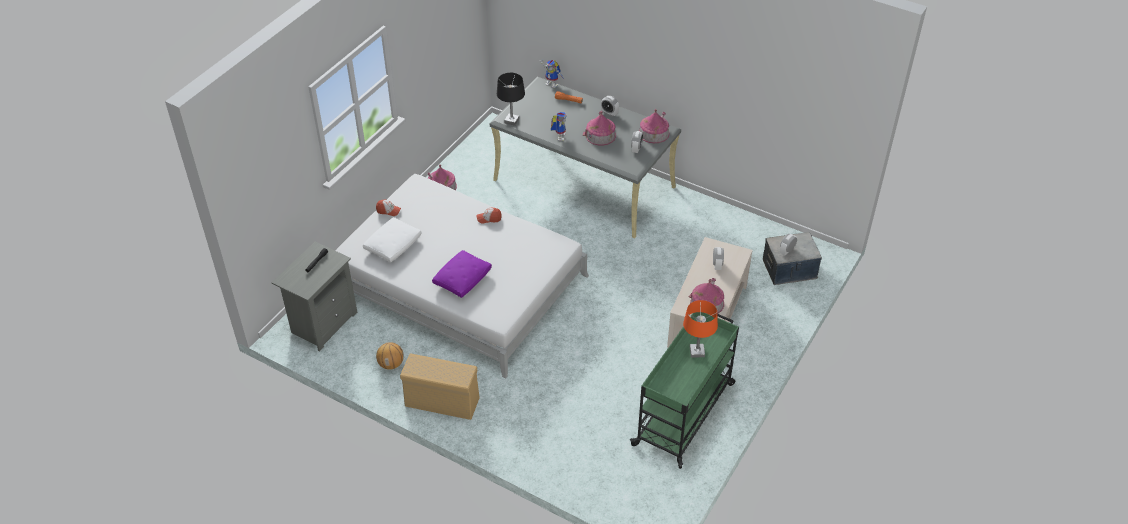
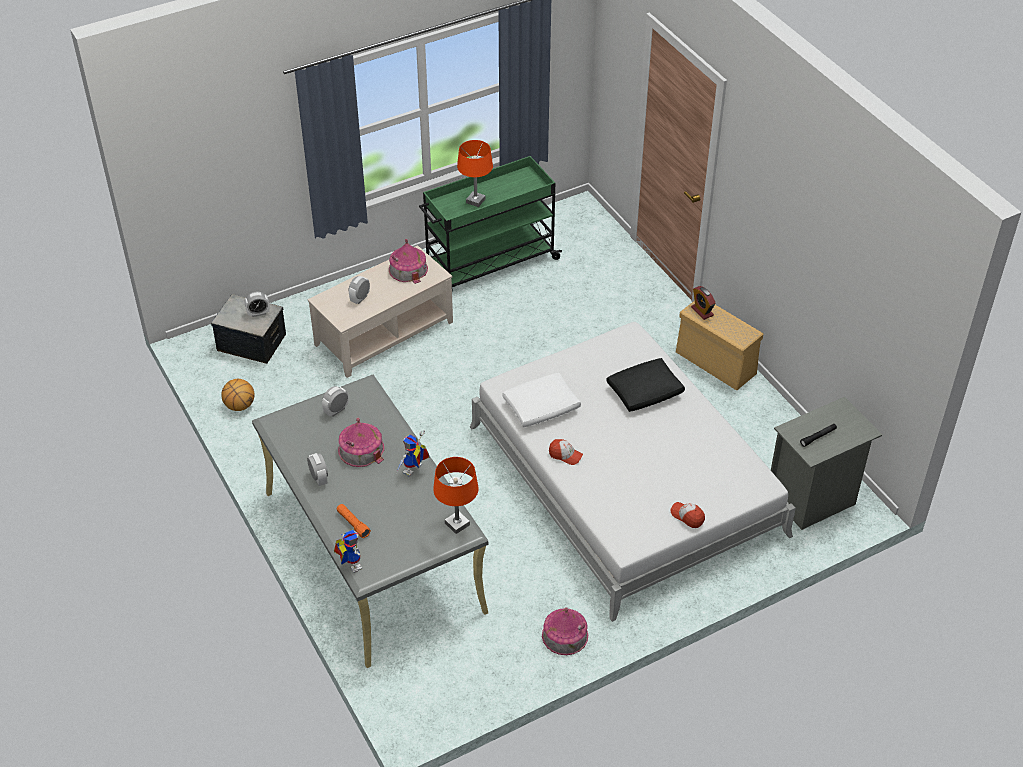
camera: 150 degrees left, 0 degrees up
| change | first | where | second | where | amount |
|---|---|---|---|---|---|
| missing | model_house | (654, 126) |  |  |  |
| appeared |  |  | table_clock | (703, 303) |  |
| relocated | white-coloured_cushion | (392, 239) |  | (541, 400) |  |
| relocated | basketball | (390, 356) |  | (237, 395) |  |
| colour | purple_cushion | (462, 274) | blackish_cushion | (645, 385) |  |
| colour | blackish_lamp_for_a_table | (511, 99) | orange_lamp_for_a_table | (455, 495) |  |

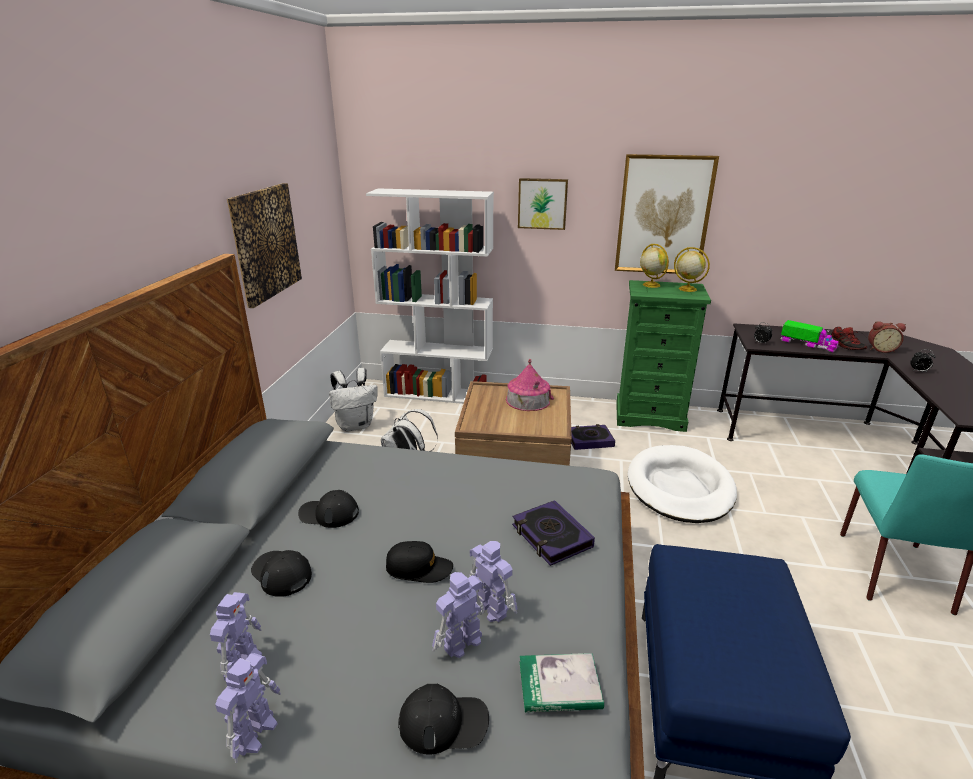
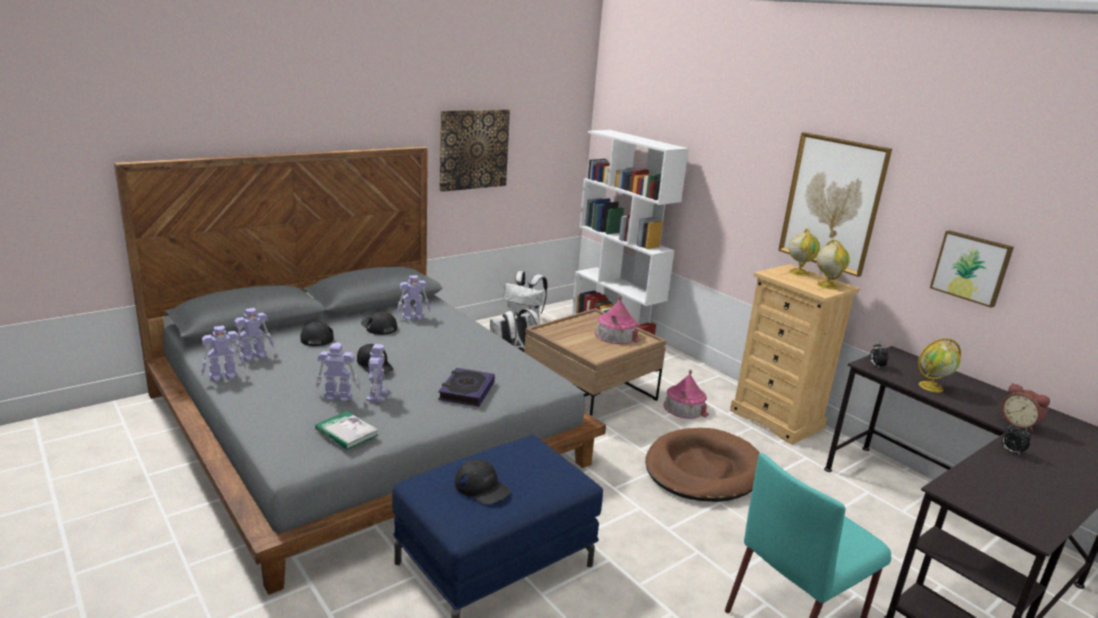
camera: 40 degrees right, 5 degrees down
| change | first | where | second | where | amount |
|---|---|---|---|---|---|
| missing | shoe | (849, 338) |  |  |  |
| appeared |  |  | robot_figure | (414, 297) |  |
| relocated | blackish_cap | (443, 719) |  | (483, 482) |  |
| relocated | picture | (543, 204) |  | (972, 269) |  |
| exchanged | volume | (593, 437) | model_house | (686, 394) |  |
| exchanged | toy_truck | (809, 336) | world_globe | (939, 365) |  |
| colour | green_dresser | (663, 356) | sand-coloured_dresser | (795, 354) |  |
| colour | white-coloured_dog_bed | (682, 484) | brown_dog_bed | (702, 465) |  |

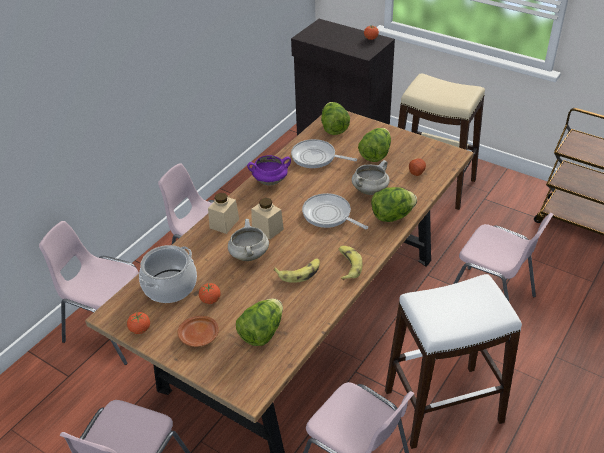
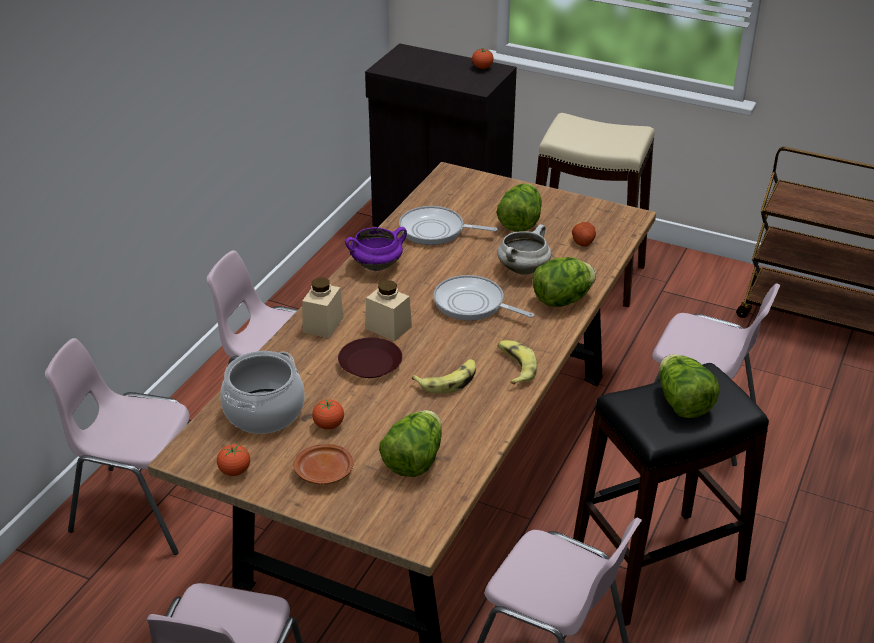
camera: 10 degrees left, 5 degrees down
| change | first | where | second | where | amount |
|---|---|---|---|---|---|
| relocated | lettuce | (335, 118) |  | (689, 386) |  |
| exchanged | white-coloured_stockpot | (248, 240) | brown_flat_dish | (370, 357) |  |
| colour | white-coloured_stool_seat | (453, 361) | blackish_stool_seat | (671, 494) |  |

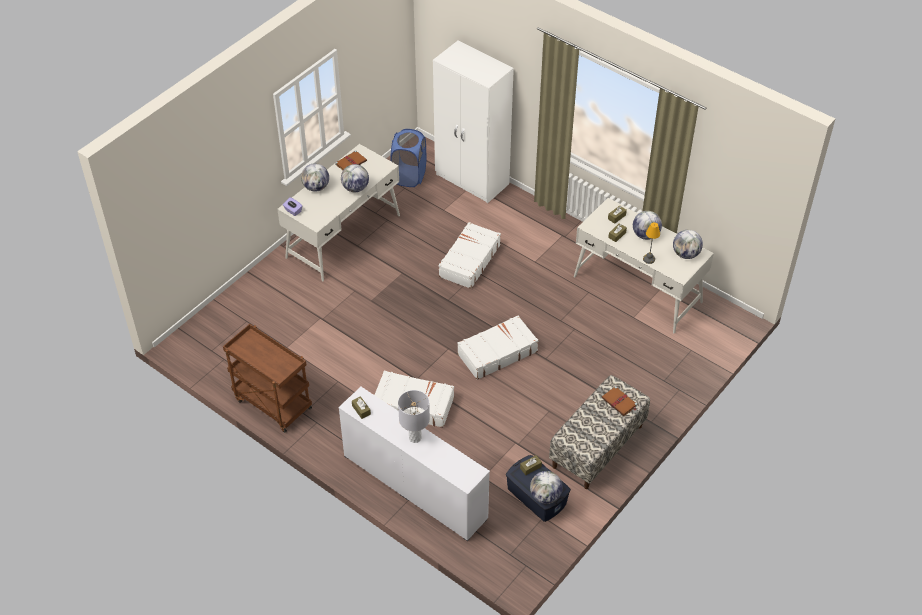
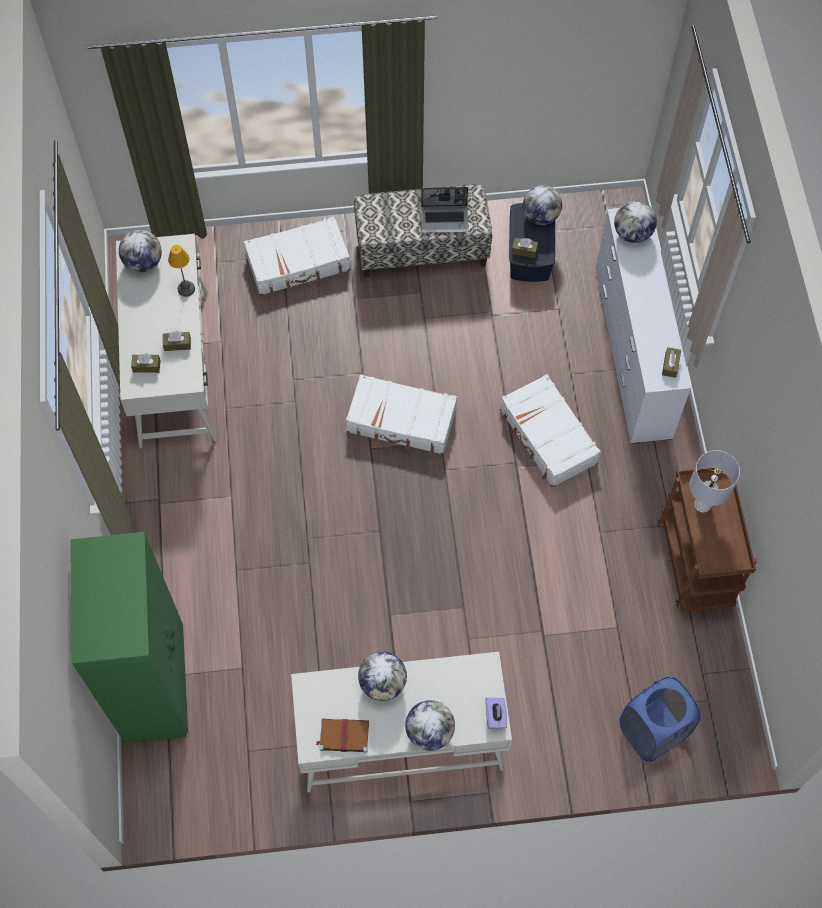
camera: 135 degrees left, 15 degrees up
| change | first | where | second | where | amount |
|---|---|---|---|---|---|
| missing | brown_volume | (619, 401) |  |  |  |
| appeared |  |  | notebook_computer | (445, 210) |  |
| relocated | bluish_hamper | (408, 158) |  | (660, 719) |  |
| relocated | grey_lamp_for_a_table | (414, 416) |  | (714, 481) |  |
| relocated | white-coloured_travel_case | (470, 255) |  | (297, 256) |  |
| relocated | world_globe | (647, 225) |  | (635, 222) |  |
| colour | white-coloured_wardrobe | (473, 122) | green_wardrobe | (129, 637) |  |

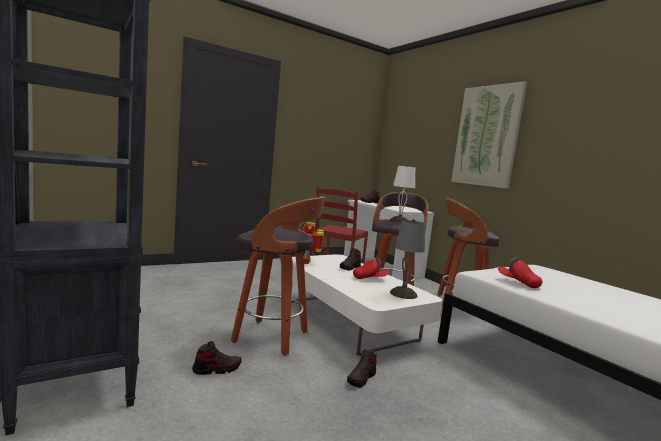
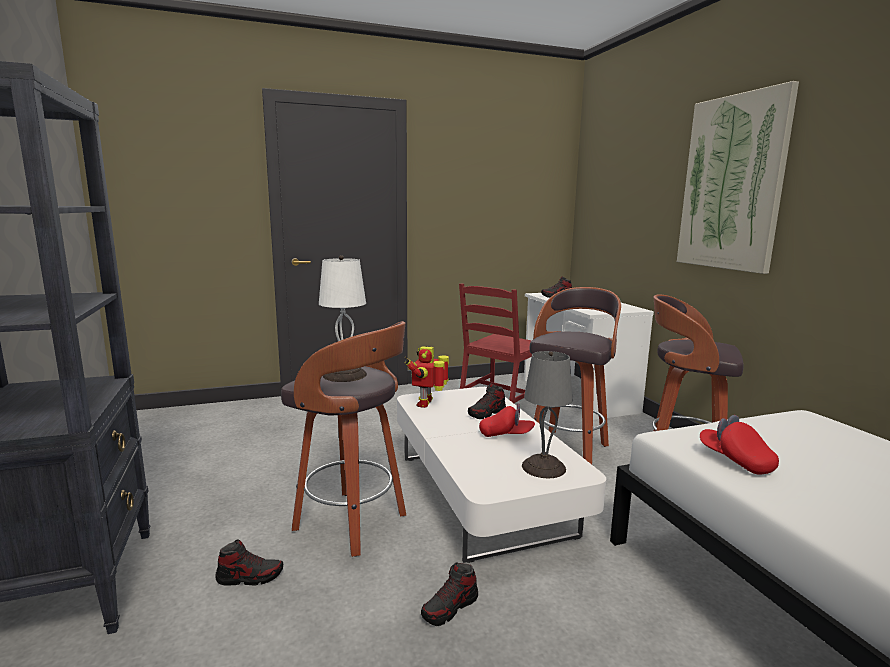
camera: 15 degrees right, 5 degrees up
| change | first | where | second | where | amount |
|---|---|---|---|---|---|
| relocated | white-coloured_lamp_for_a_table | (402, 193) |  | (343, 318) |  |

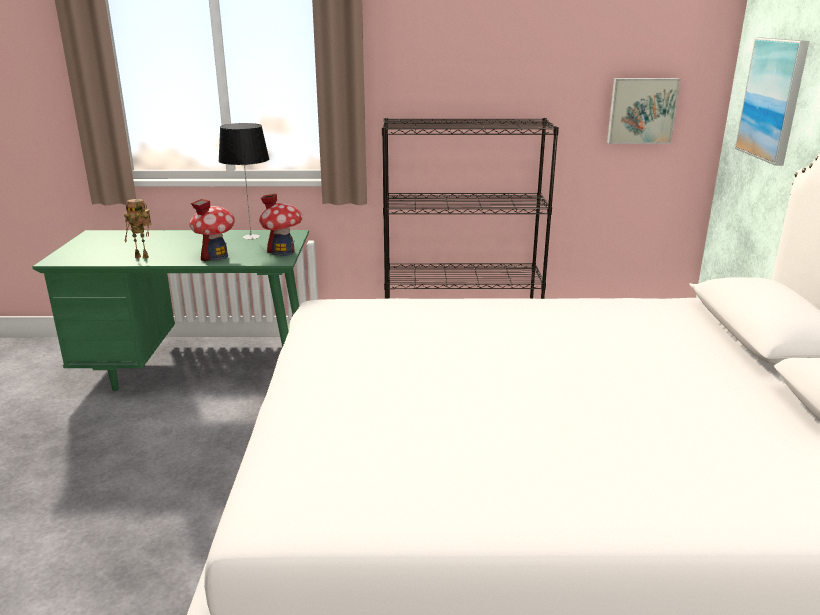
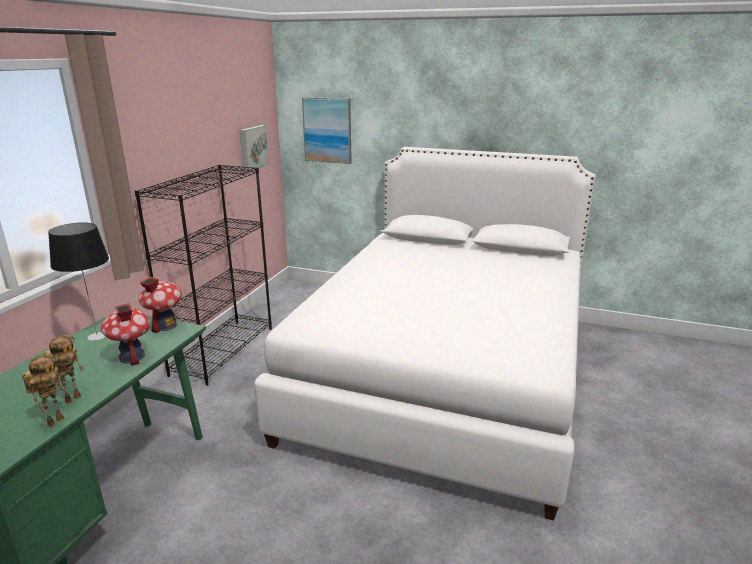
camera: 70 degrees left, 0 degrees up
| change | first | where | second | where | amount |
|---|---|---|---|---|---|
| appeared |  |  | robot_figure | (44, 390) |  |

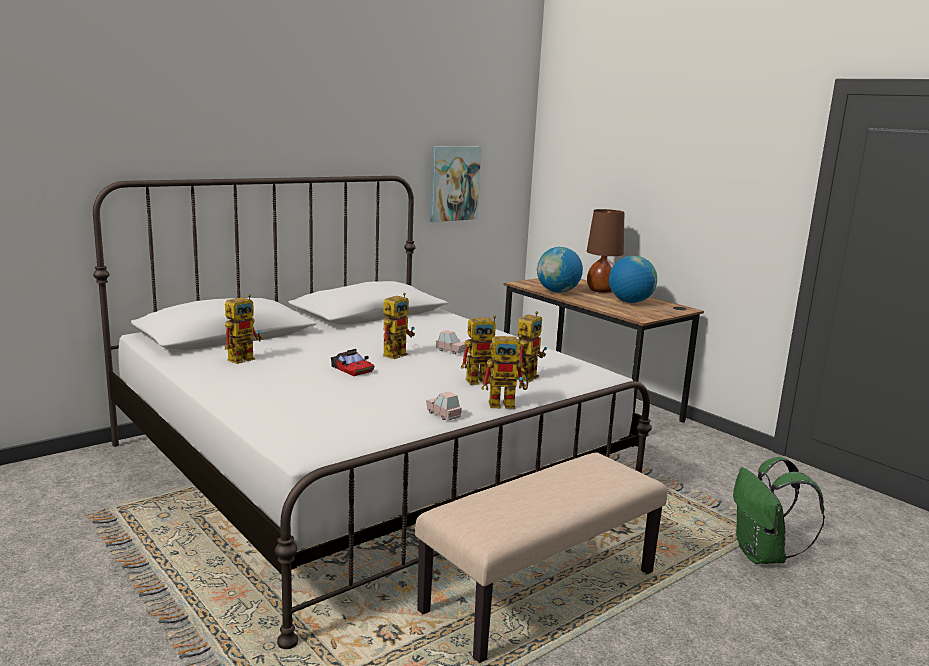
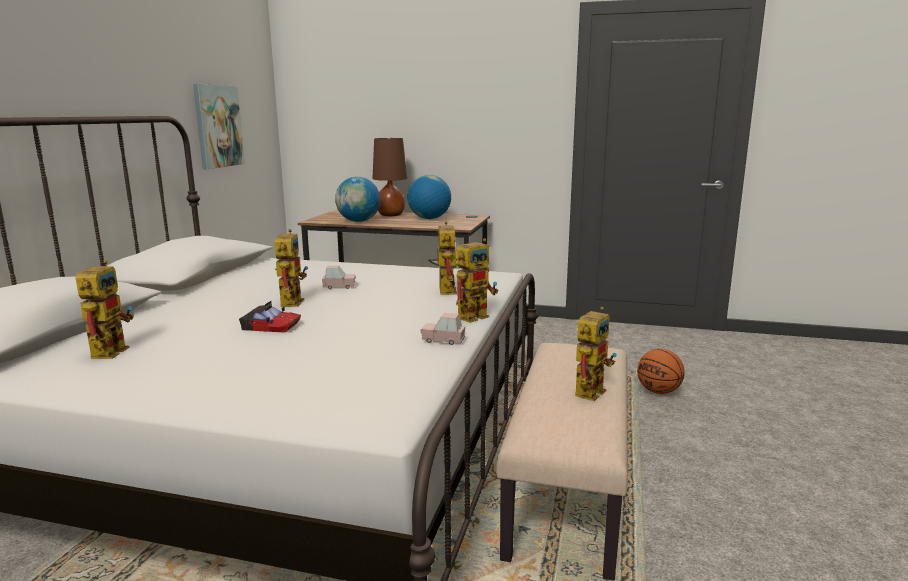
camera: 35 degrees left, 0 degrees up
| change | first | where | second | where | amount |
|---|---|---|---|---|---|
| relocated | robot_figure | (478, 350) |  | (596, 354) |  |
| exchanged | green_knapsack | (779, 510) | basketball | (661, 371) |  |

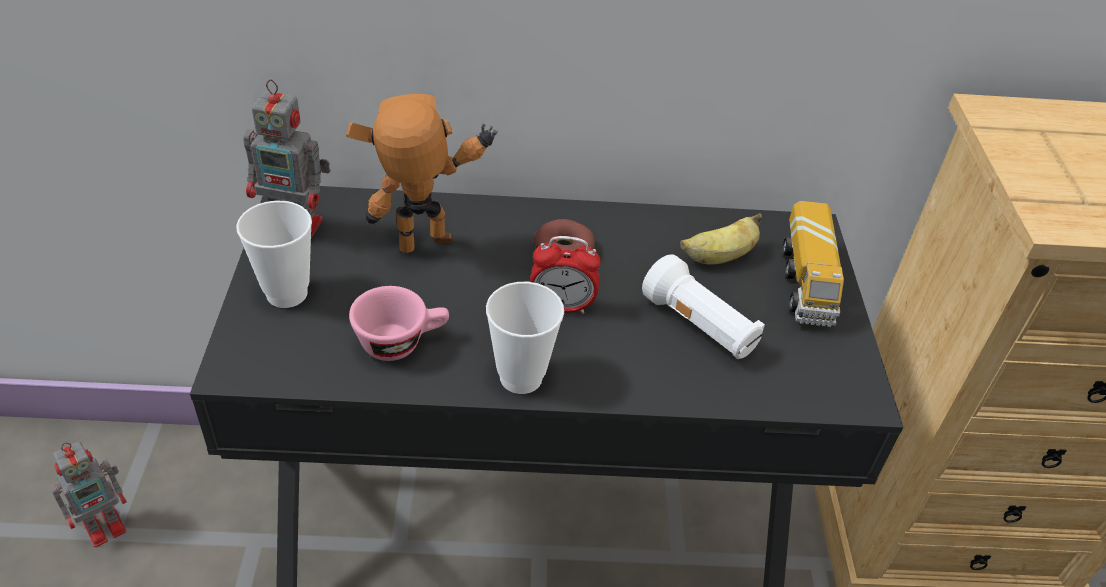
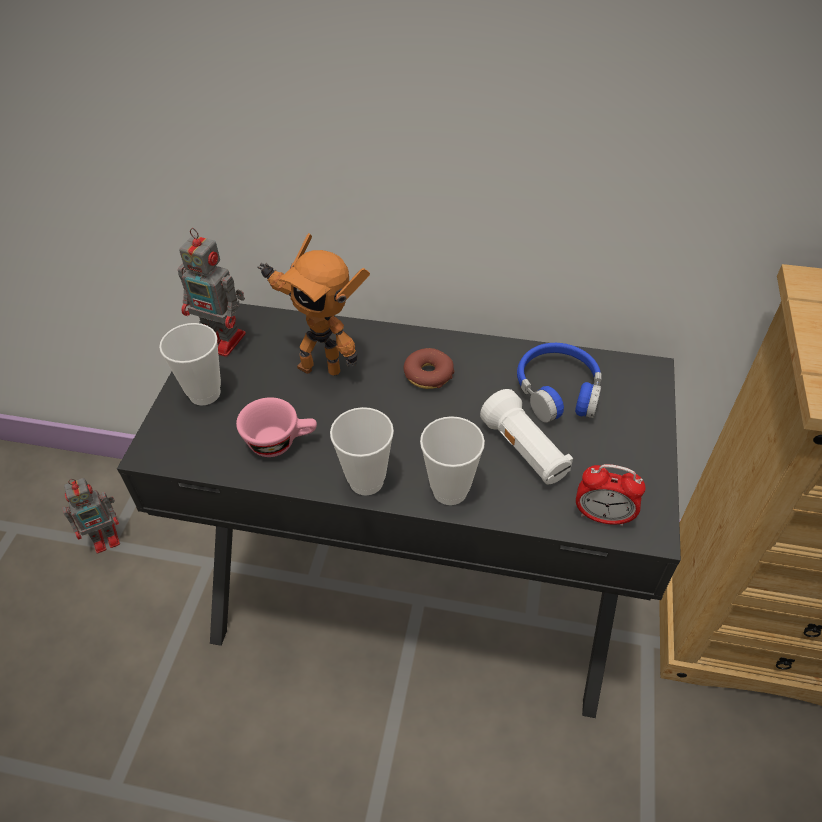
camera: 15 degrees right, 5 degrees up
| change | first | where | second | where | amount |
|---|---|---|---|---|---|
| missing | toy_truck | (813, 264) |  |  |  |
| appeared |  |  | small_cup | (452, 460) |  |
| relocated | table_clock | (565, 275) |  | (611, 495) |  |
| exchanged | banana_fruit | (721, 239) | bluish_pair_of_headphones | (559, 383) |  |
| spun | robot_figure | (422, 173) |  | (313, 304) | 150 degrees counterclockwise |

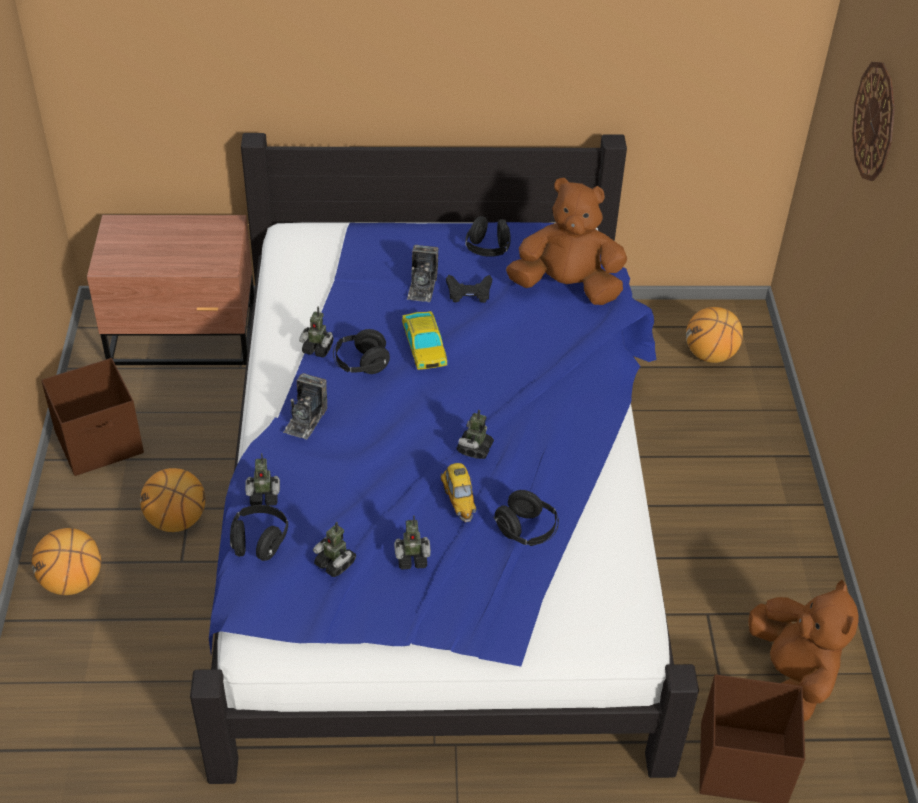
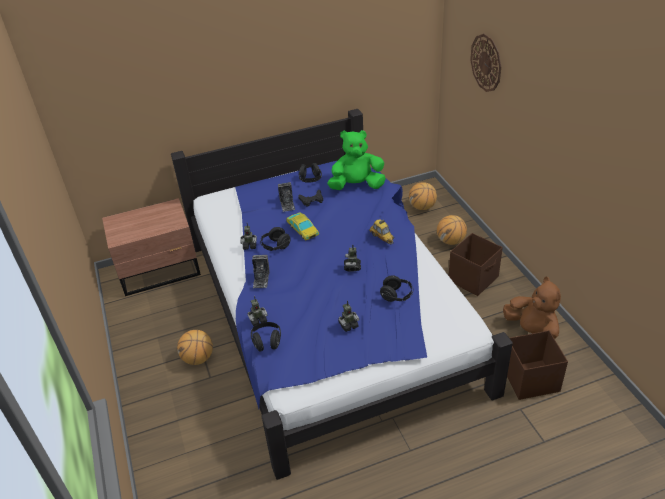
camera: 15 degrees left, 5 degrees down
| change | first | where | second | where | amount |
|---|---|---|---|---|---|
| missing | robot_figure | (334, 549) |  |  |  |
| relocated | basketball | (66, 561) |  | (452, 230) |  |
| relocated | brown_storage_box | (92, 417) |  | (476, 264) |  |
| relocated | model_car | (458, 492) |  | (381, 232) |  |
| colour | brown_soft_toy | (566, 241) | green_soft_toy | (356, 160) |  |

